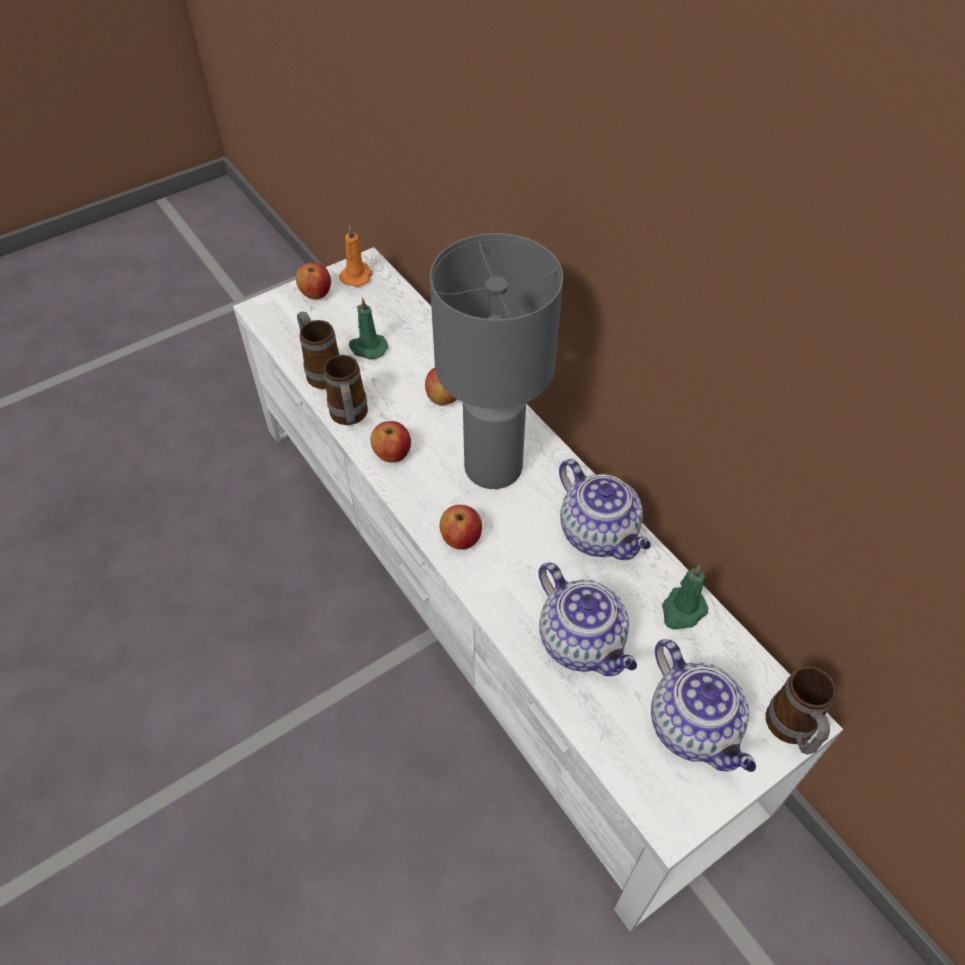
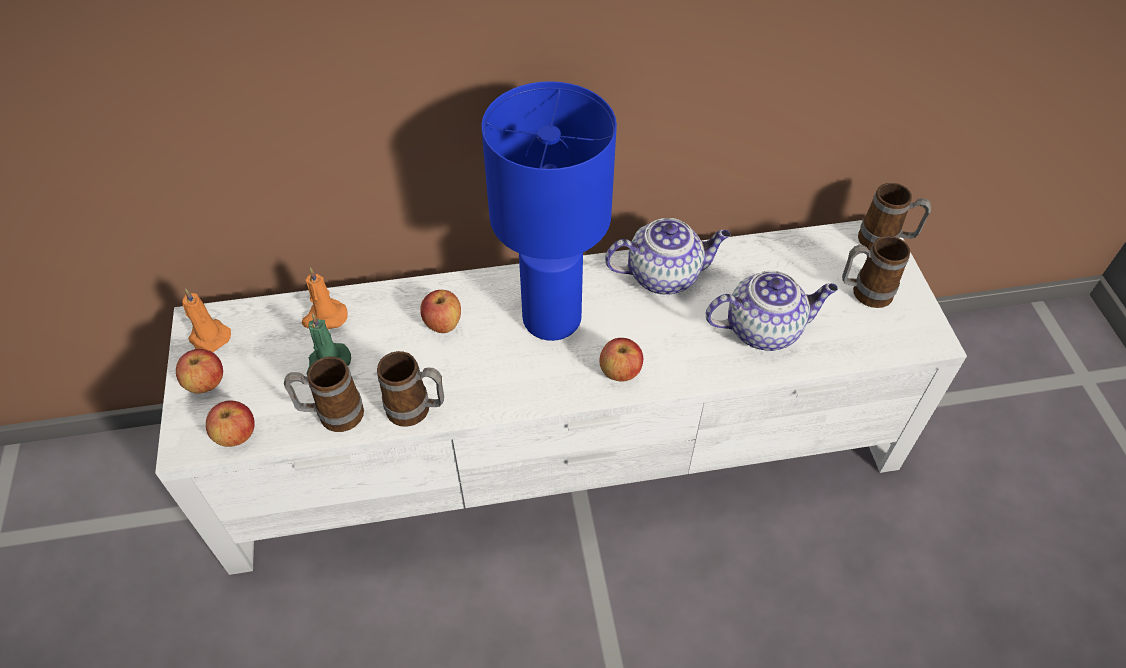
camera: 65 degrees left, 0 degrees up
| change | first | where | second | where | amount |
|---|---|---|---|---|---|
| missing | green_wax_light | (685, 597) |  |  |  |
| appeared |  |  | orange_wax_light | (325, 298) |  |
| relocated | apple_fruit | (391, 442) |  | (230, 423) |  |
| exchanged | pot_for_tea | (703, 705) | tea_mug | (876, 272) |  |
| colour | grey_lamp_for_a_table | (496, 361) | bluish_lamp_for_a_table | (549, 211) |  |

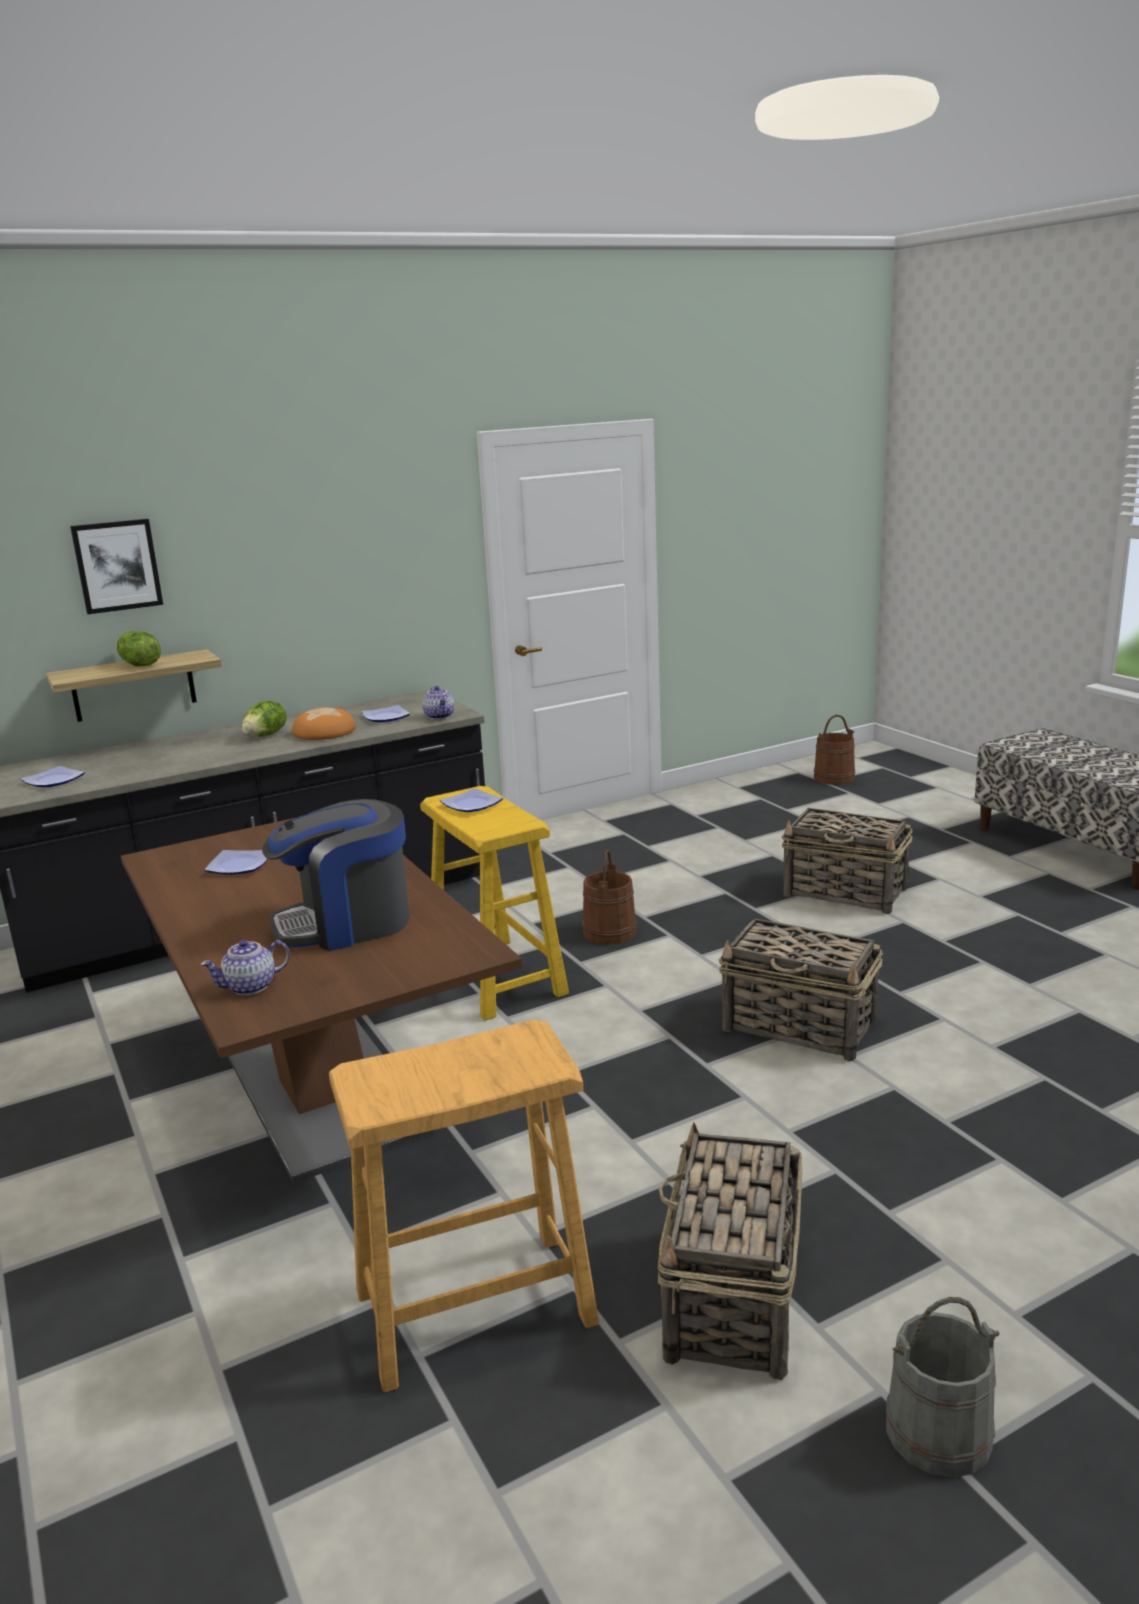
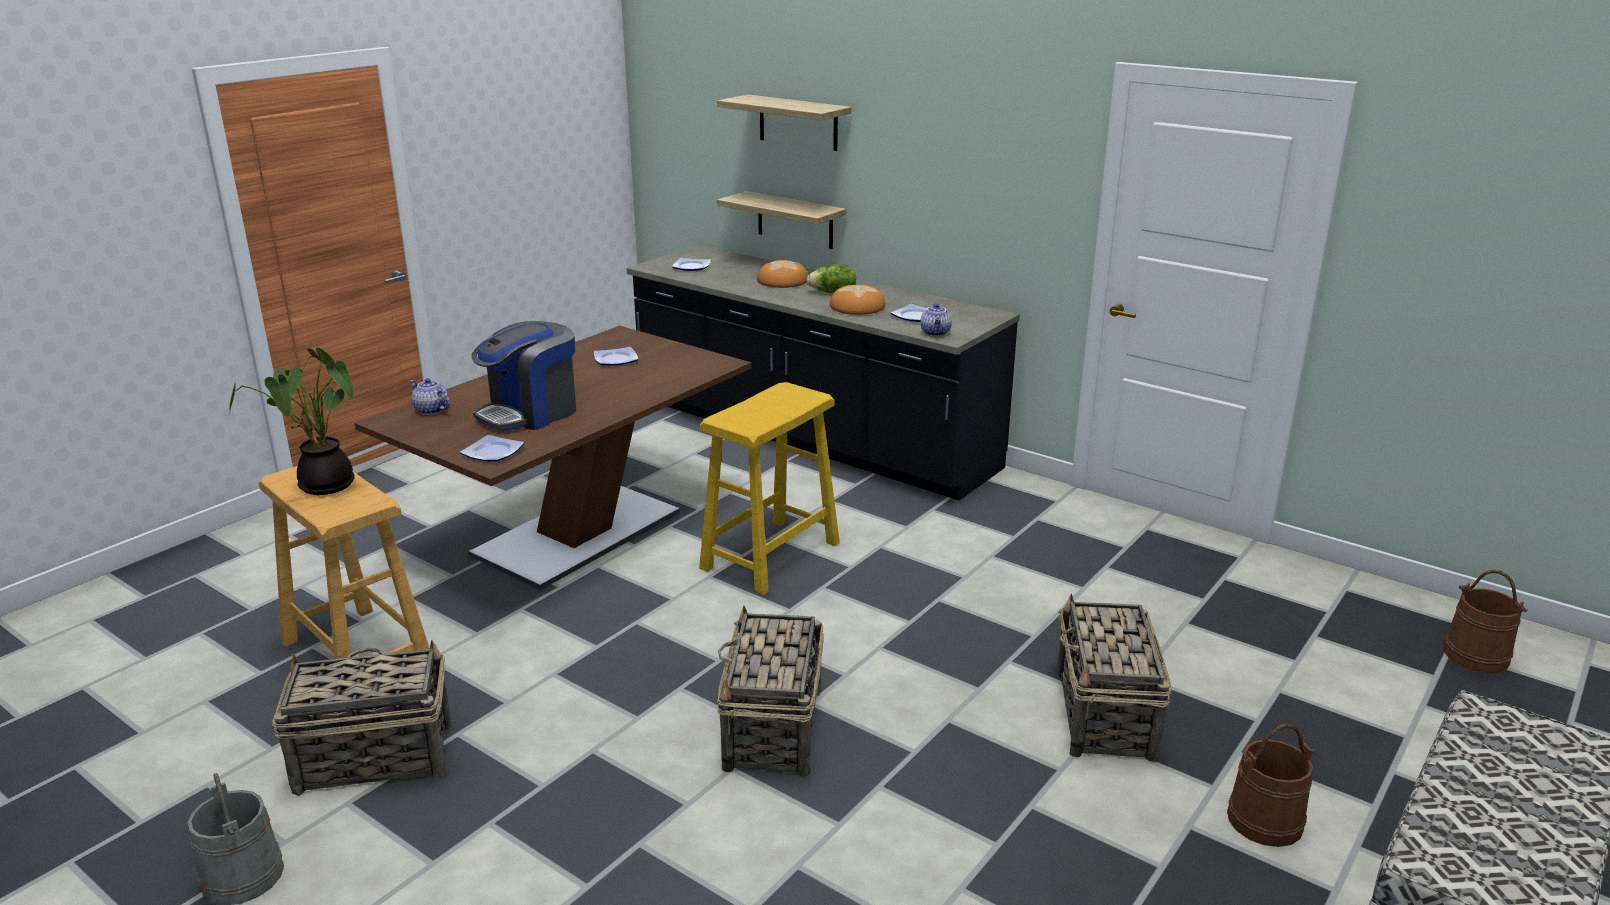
camera: 65 degrees right, 5 degrees up
| change | first | where | second | where | amount |
|---|---|---|---|---|---|
| missing | lettuce | (138, 648) |  |  |  |
| appeared |  |  | houseplant | (292, 421) |  |
| appeared |  |  | baked_bread | (782, 274) |  |
| relocated | flat_dish | (471, 800) |  | (492, 448) |  |
| relocated | brown_water_bucket | (609, 897) |  | (1271, 785) |  |
| exchanged | picture | (116, 566) | wall_shelf | (784, 122) |  |
| spun | coffee_maker | (336, 875) |  | (524, 376) | 90 degrees counterclockwise |
| spun | pot_for_tea | (438, 703) |  | (936, 320) | 45 degrees counterclockwise |

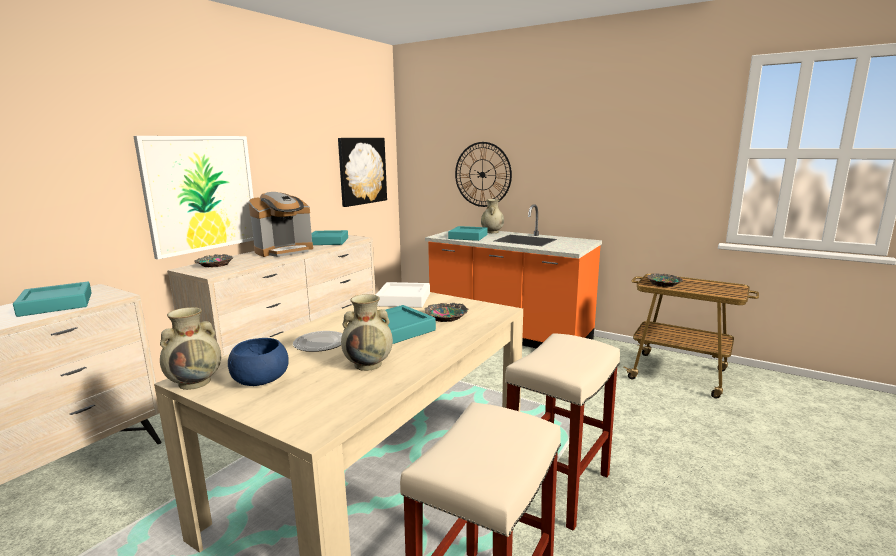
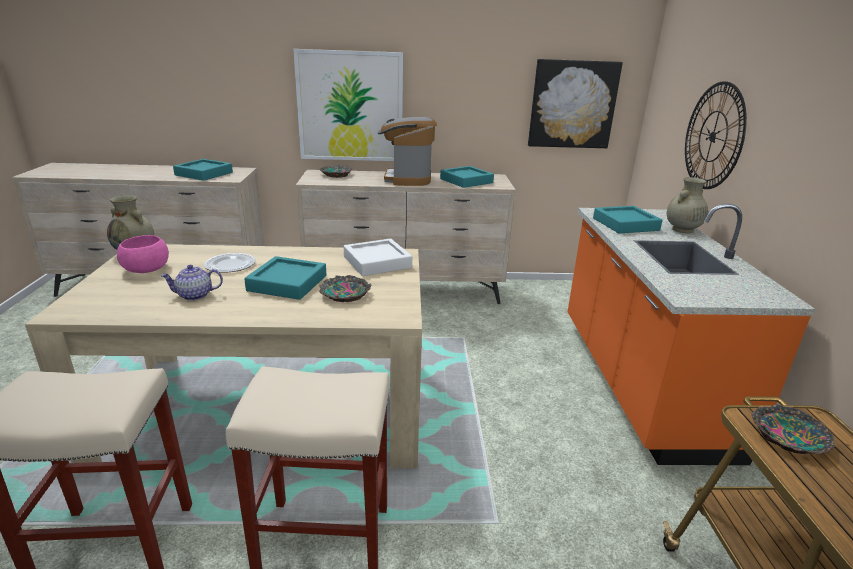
camera: 55 degrees right, 10 degrees up
| change | first | where | second | where | amount |
|---|---|---|---|---|---|
| exchanged | sand-coloured_vase | (367, 332) | pot_for_tea | (191, 283) |  |
| colour | bluish_deep_dish | (258, 362) | pink_deep_dish | (143, 254) |  |
| spun | coffee_maker | (280, 224) |  | (407, 151) | 75 degrees clockwise |

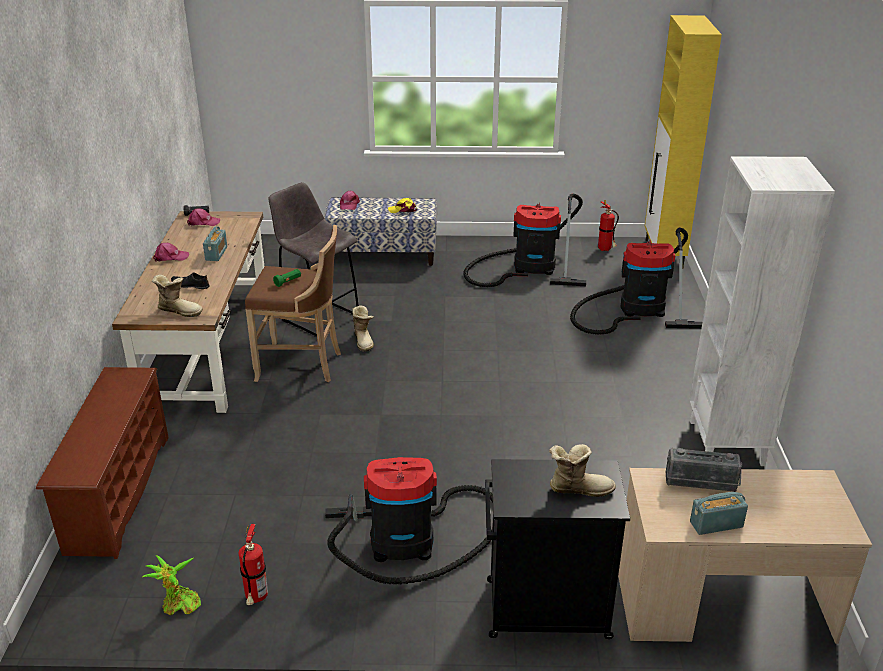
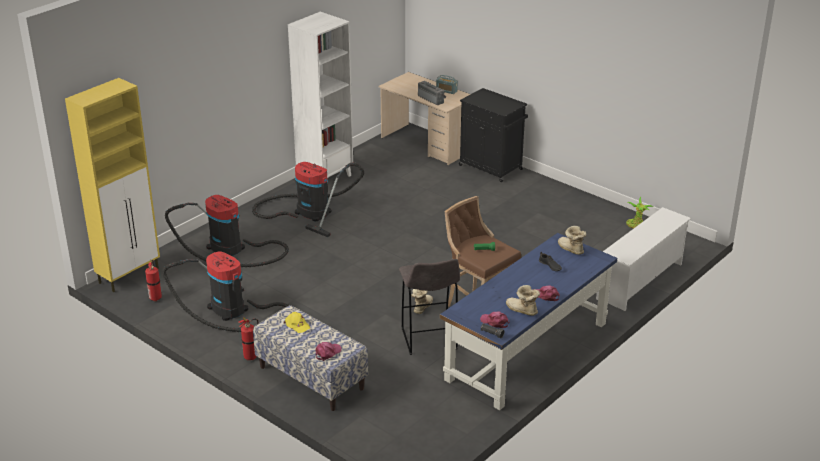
camera: 140 degrees left, 0 degrees up
| change | first | where | second | where | amount |
|---|---|---|---|---|---|
| missing | radio | (215, 243) |  |  |  |
| relocated | extinguisher | (253, 564) |  | (248, 338) |  |
| relocated | vacuum | (409, 520) |  | (308, 199) |  |
| relocated | tall_boot | (582, 470) |  | (523, 300) |  |
| colour | brown_shoe_stand | (102, 463) | white-coloured_shoe_stand | (643, 259) |  |
| colour | brown_desk_table | (188, 312) | bluish_desk_table | (528, 321) |  |

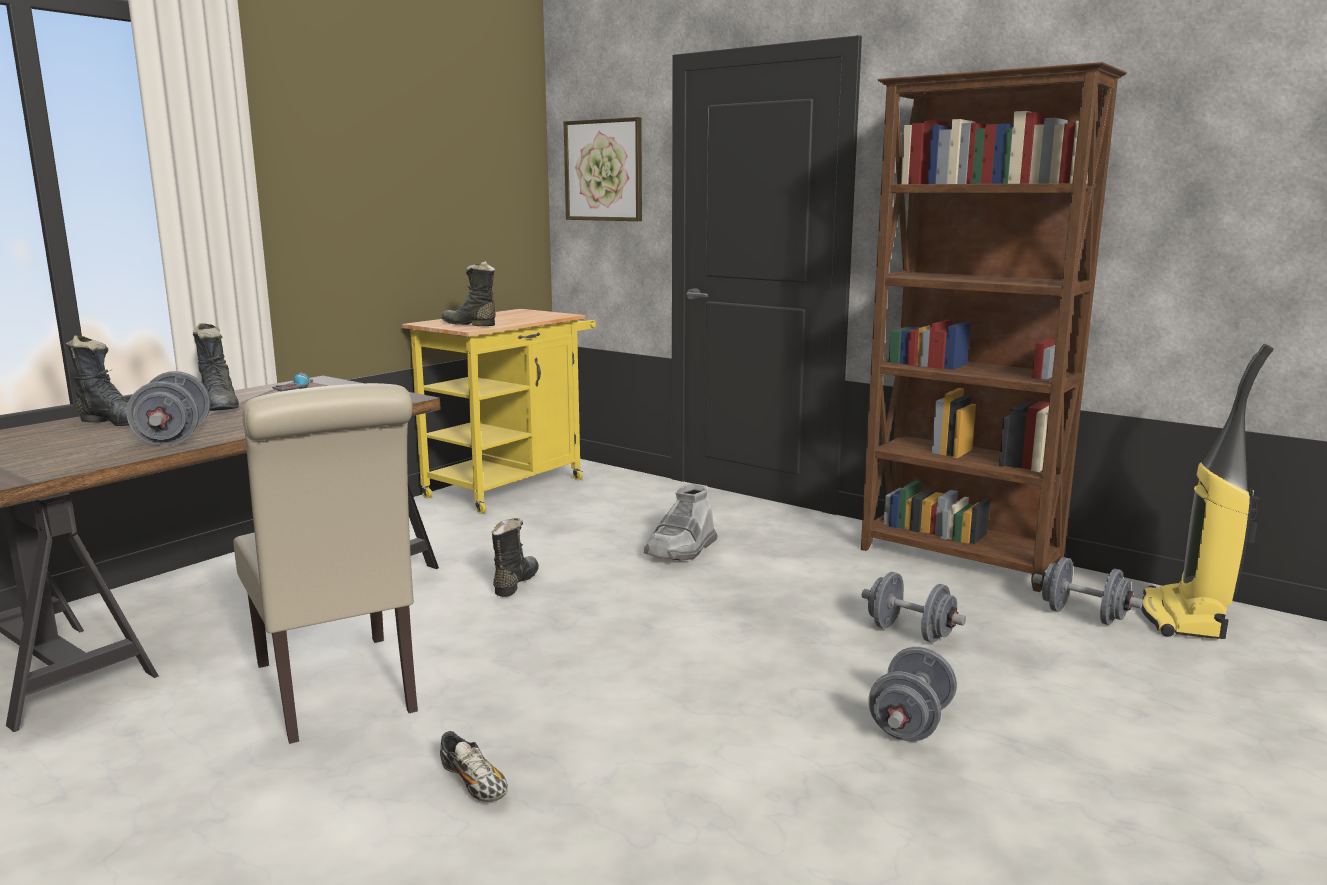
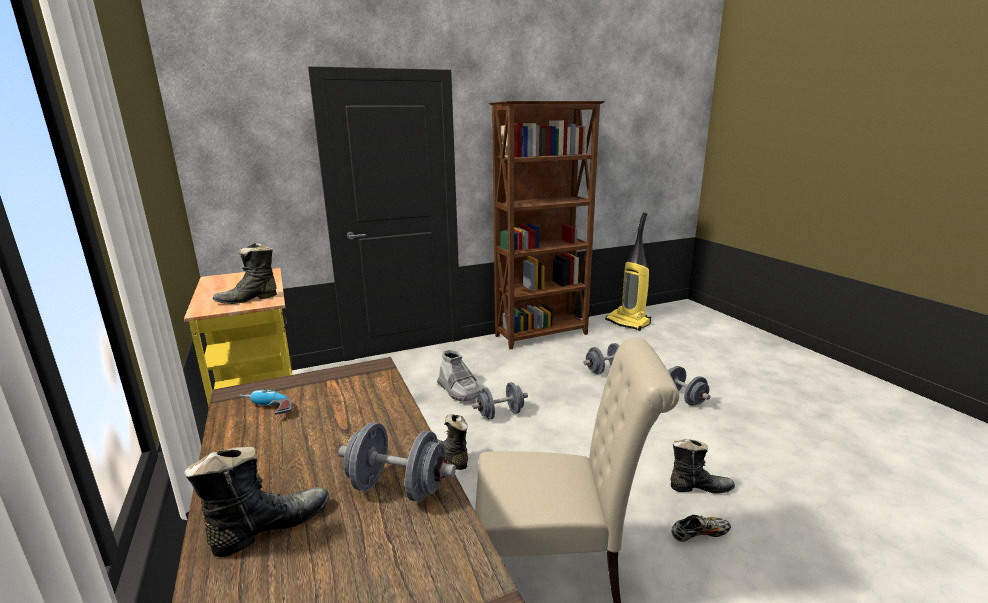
camera: 60 degrees left, 5 degrees up
| change | first | where | second | where | amount |
|---|---|---|---|---|---|
| missing | picture | (602, 169) |  |  |  |
| relocated | blackish_tall_boot | (216, 367) |  | (703, 466) |  |
| relocated | grey_dumbbell | (1088, 591) |  | (500, 401) |  |

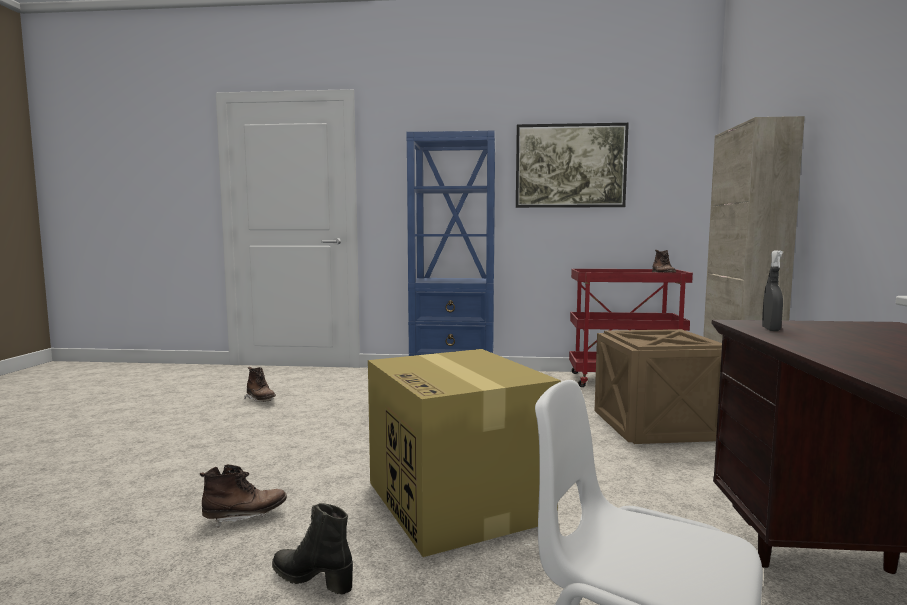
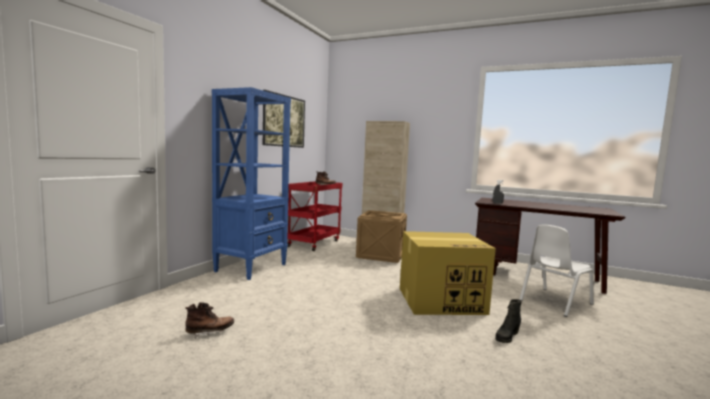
camera: 70 degrees left, 0 degrees up
| change | first | where | second | where | amount |
|---|---|---|---|---|---|
| missing | brown_tall_boot | (243, 496) |  |  |  |

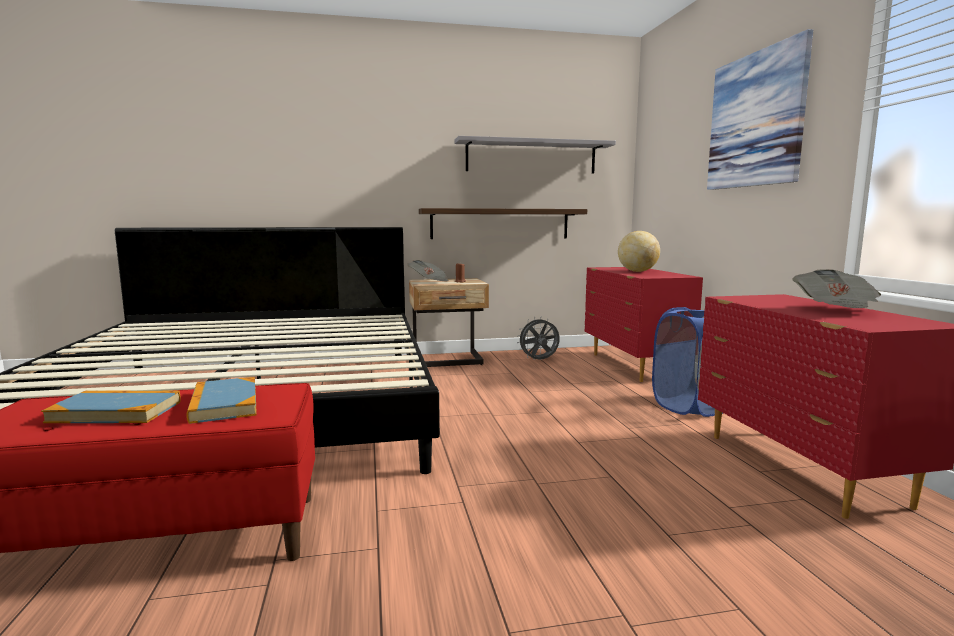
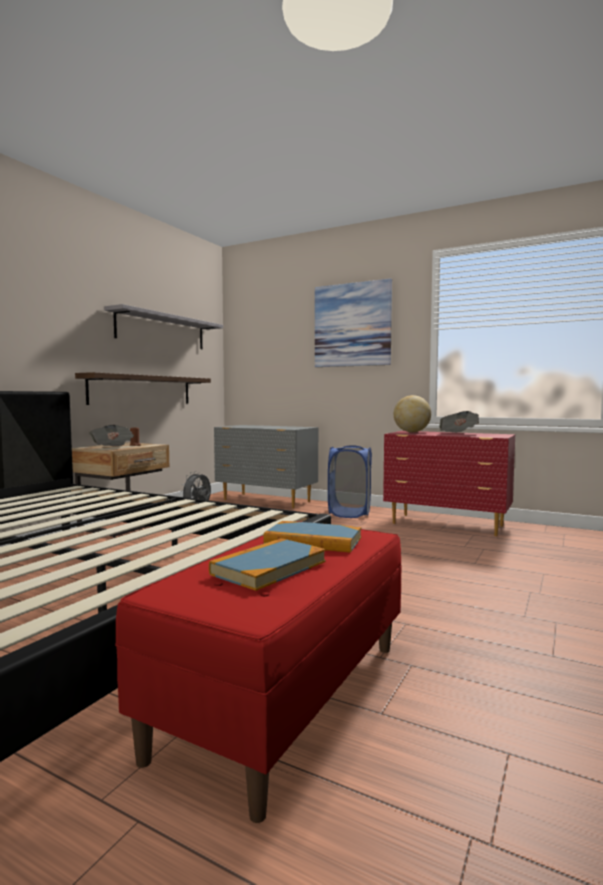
camera: 50 degrees left, 5 degrees down
| change | first | where | second | where | amount |
|---|---|---|---|---|---|
| relocated | world_globe | (639, 251) |  | (412, 413) |  |
| colour | reddish_dresser | (643, 324) | grey_dresser | (266, 466) |  |

